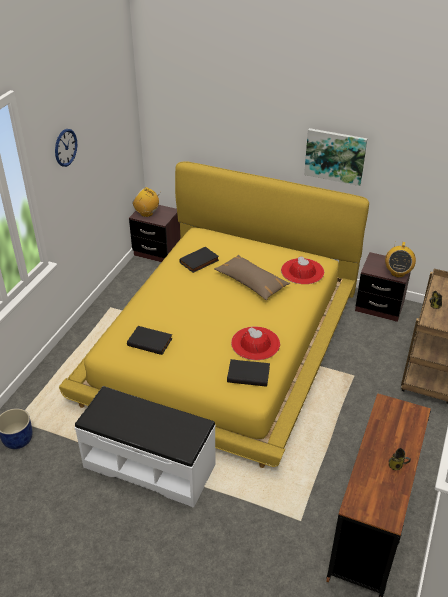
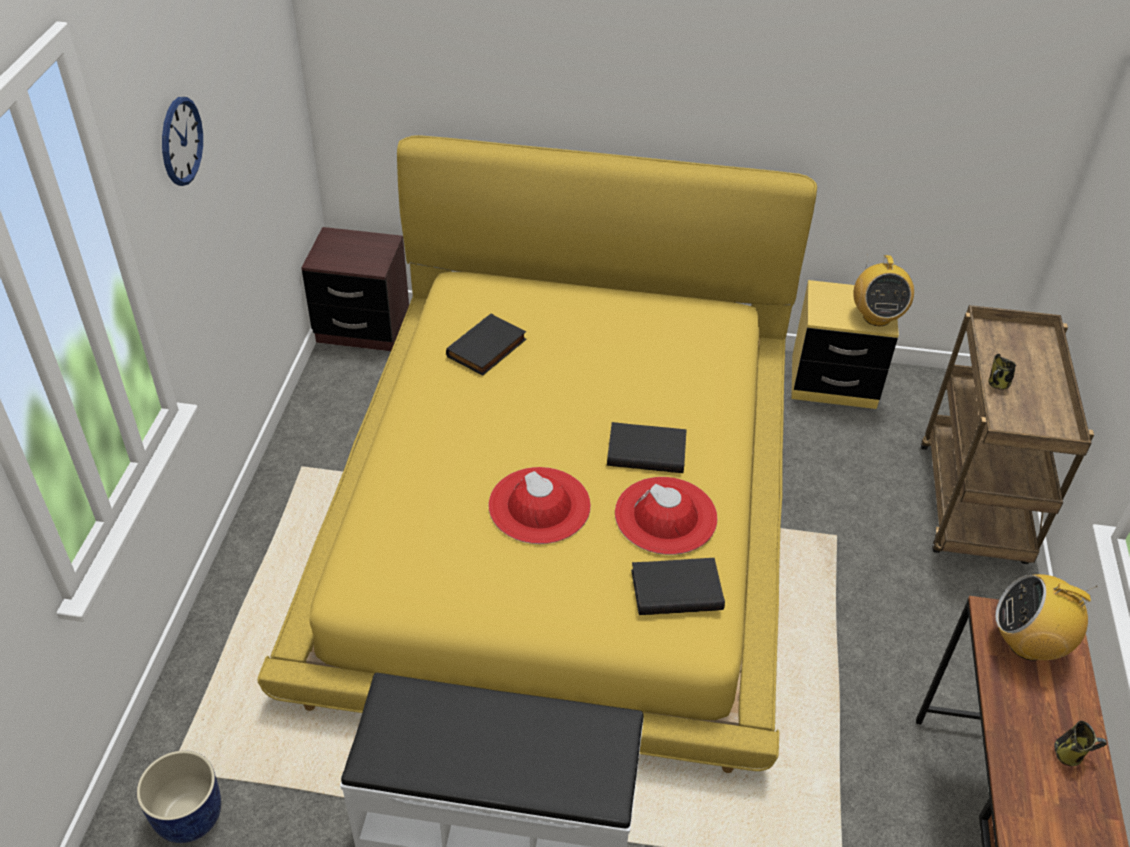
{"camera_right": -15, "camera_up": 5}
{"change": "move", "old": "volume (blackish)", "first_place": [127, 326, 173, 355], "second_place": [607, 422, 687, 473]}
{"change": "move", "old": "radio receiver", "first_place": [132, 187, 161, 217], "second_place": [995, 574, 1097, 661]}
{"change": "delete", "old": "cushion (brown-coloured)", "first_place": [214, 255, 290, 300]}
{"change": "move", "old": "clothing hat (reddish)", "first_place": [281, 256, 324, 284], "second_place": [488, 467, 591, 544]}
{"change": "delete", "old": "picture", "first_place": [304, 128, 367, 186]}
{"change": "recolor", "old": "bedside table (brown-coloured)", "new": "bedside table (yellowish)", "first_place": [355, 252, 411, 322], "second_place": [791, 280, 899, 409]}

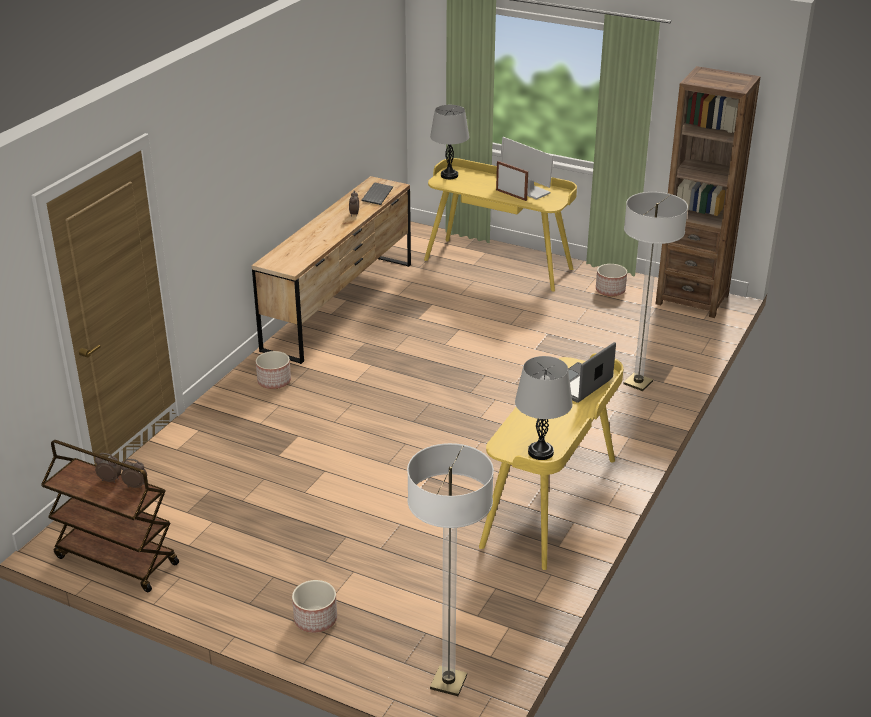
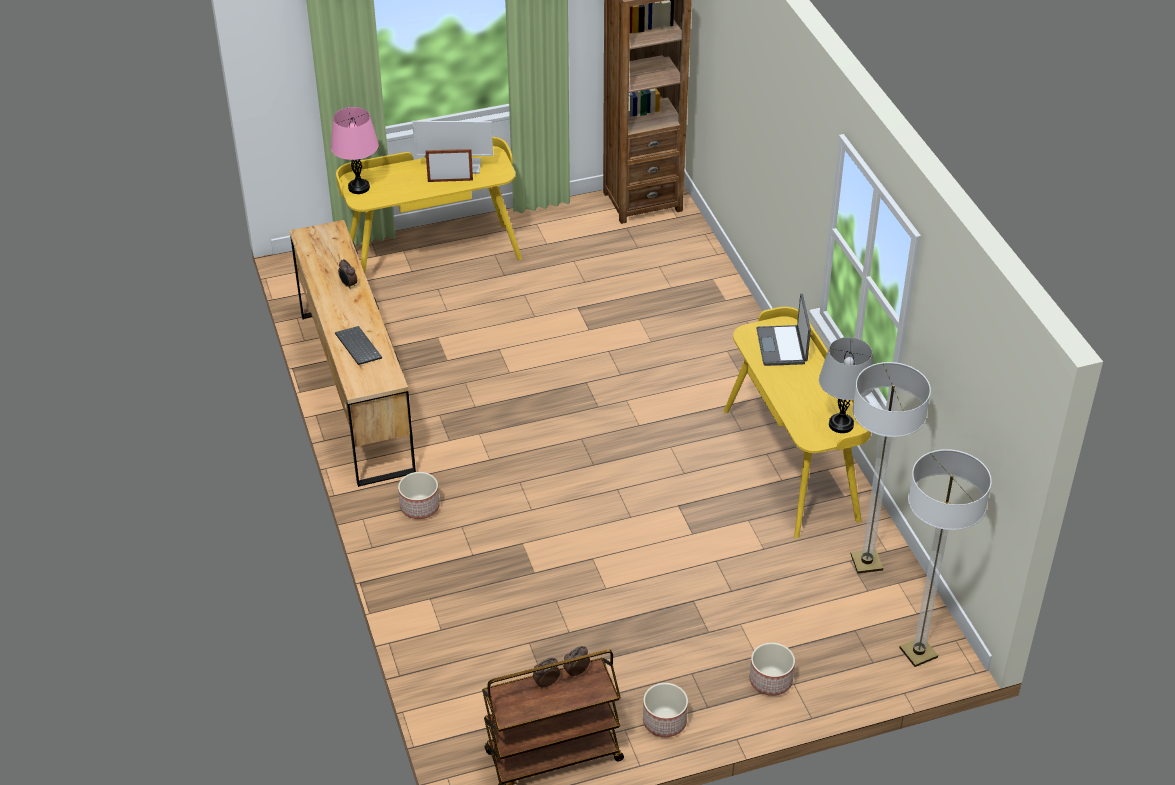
{"camera_right": -45, "camera_up": 10}
{"change": "move", "old": "keyboard", "first_place": [362, 182, 393, 205], "second_place": [335, 326, 382, 365]}
{"change": "recolor", "old": "table lamp (grey)", "new": "table lamp (pink-coloured)", "first_place": [430, 105, 469, 179], "second_place": [331, 107, 379, 194]}
{"change": "move", "old": "flower pot", "first_place": [596, 264, 627, 297], "second_place": [643, 683, 688, 737]}
{"change": "move", "old": "floor lamp", "first_place": [624, 192, 688, 391], "second_place": [851, 362, 931, 574]}

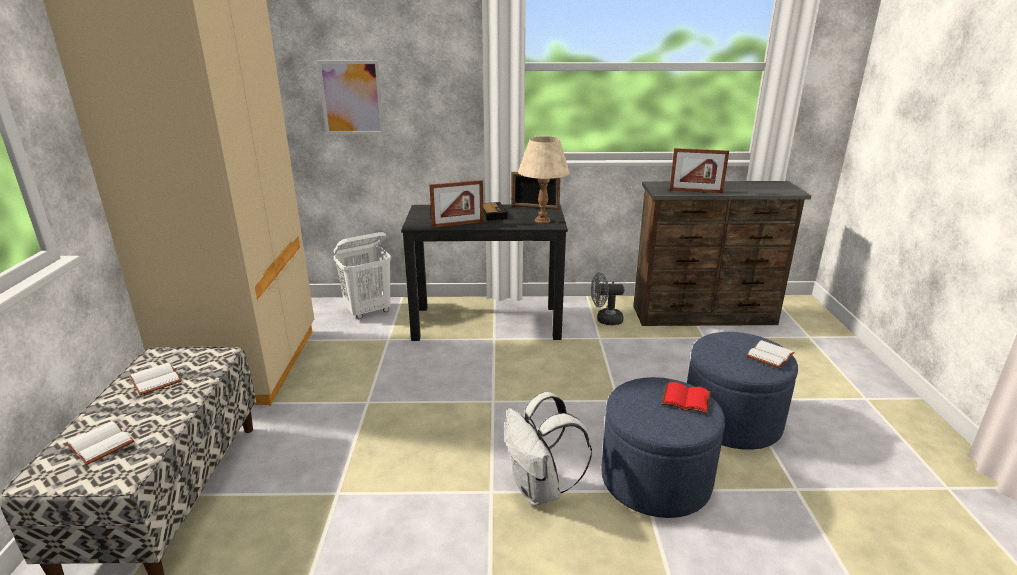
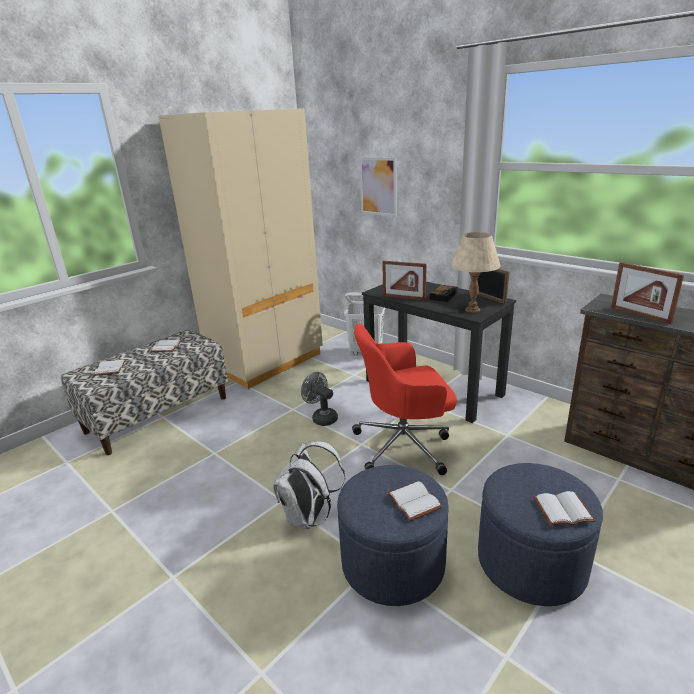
{"camera_right": 45, "camera_up": 0}
{"change": "move", "old": "cooling fan (grey)", "first_place": [591, 272, 624, 325], "second_place": [301, 372, 338, 426]}
{"change": "recolor", "old": "volume (reddish)", "new": "volume (white)", "first_place": [662, 382, 710, 414], "second_place": [387, 481, 443, 521]}
{"change": "insert", "new": "office chair (reddish)", "second_place": [352, 324, 457, 475]}

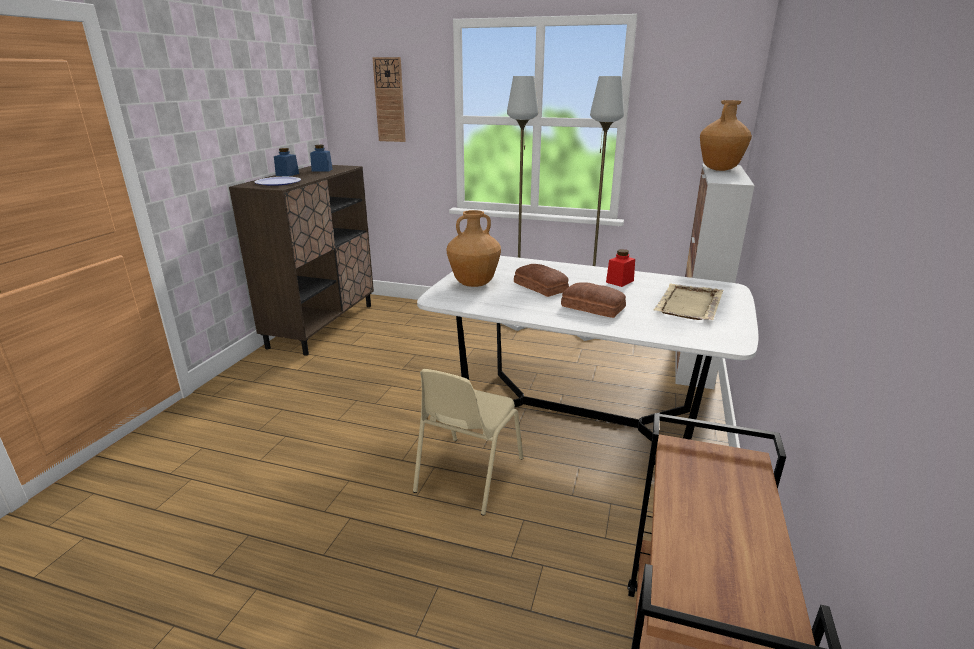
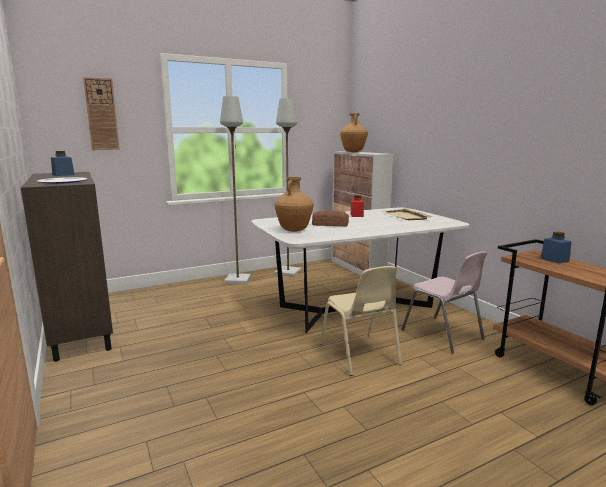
{"camera_right": -45, "camera_up": -10}
{"change": "move", "old": "jar (bluish)", "first_place": [274, 148, 299, 177], "second_place": [541, 232, 572, 264]}
{"change": "delete", "old": "bakery bread", "first_place": [561, 283, 626, 318]}
{"change": "insert", "new": "chair (pink-coloured)", "second_place": [401, 251, 488, 354]}

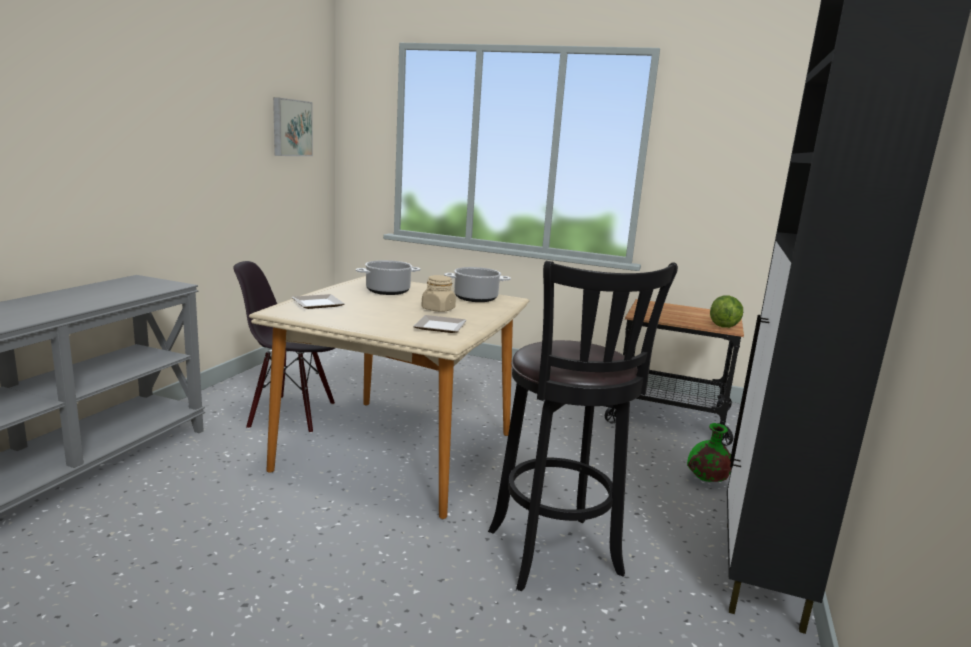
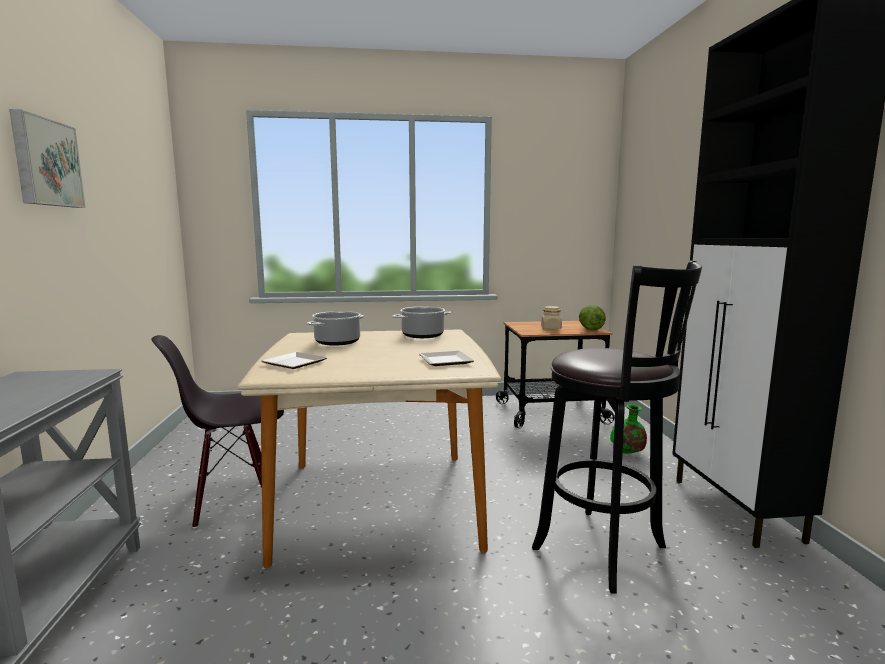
{"camera_right": -25, "camera_up": -5}
{"change": "move", "old": "picture", "first_place": [273, 97, 313, 156], "second_place": [9, 109, 86, 208]}
{"change": "move", "old": "jar (beige)", "first_place": [421, 275, 456, 312], "second_place": [541, 306, 562, 330]}

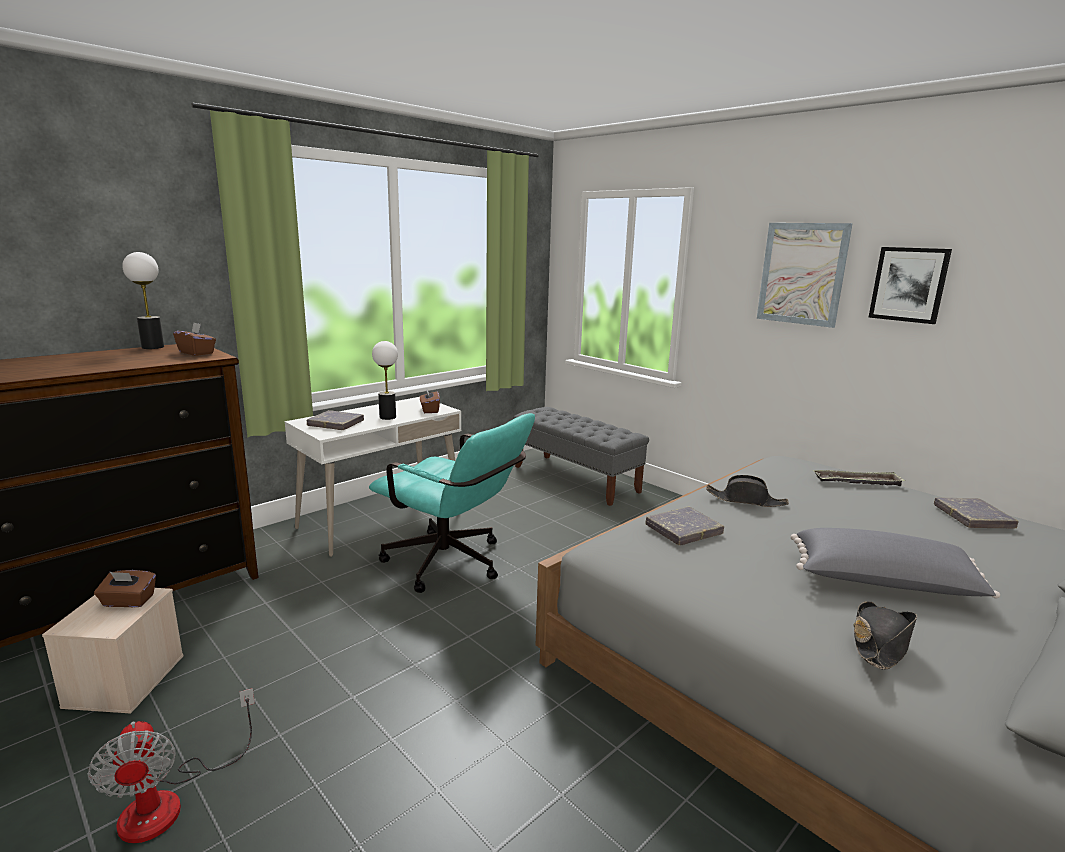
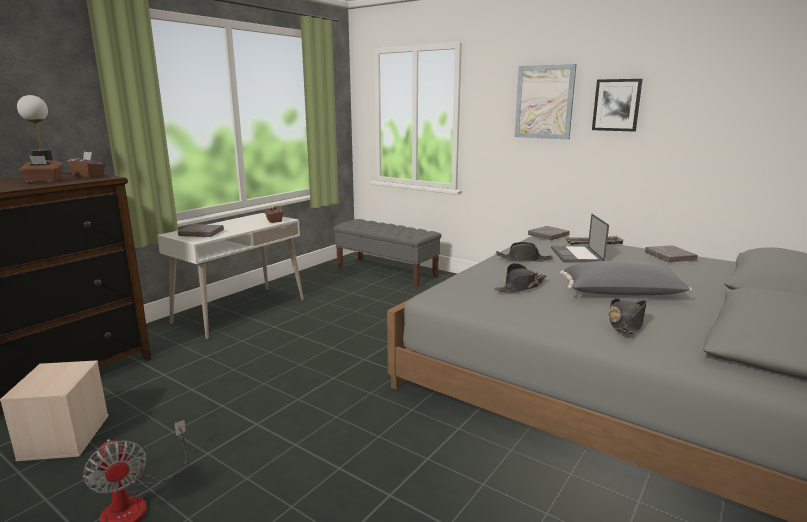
{"camera_right": -10, "camera_up": 0}
{"change": "move", "old": "tissue box (brown-coloured)", "first_place": [94, 570, 156, 607], "second_place": [18, 156, 63, 183]}
{"change": "delete", "old": "office chair (turquoise-coloured)", "first_place": [369, 413, 535, 593]}
{"change": "delete", "old": "table lamp", "first_place": [372, 341, 398, 420]}
{"change": "move", "old": "volume (grey)", "first_place": [645, 506, 724, 545], "second_place": [528, 226, 570, 240]}
{"change": "insert", "new": "clothing hat (blackish)", "second_place": [494, 263, 547, 293]}
{"change": "insert", "new": "notebook computer", "second_place": [551, 214, 609, 263]}

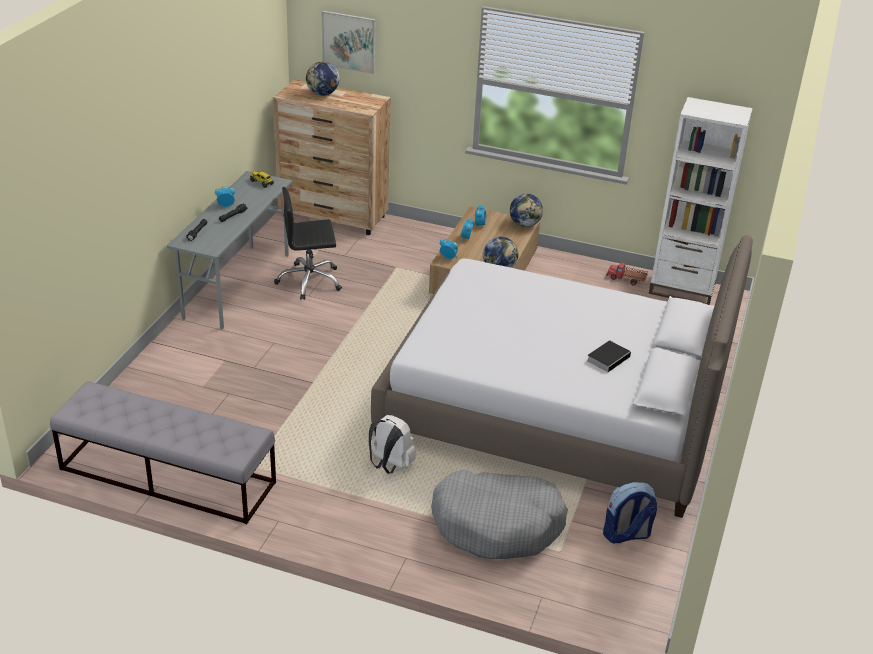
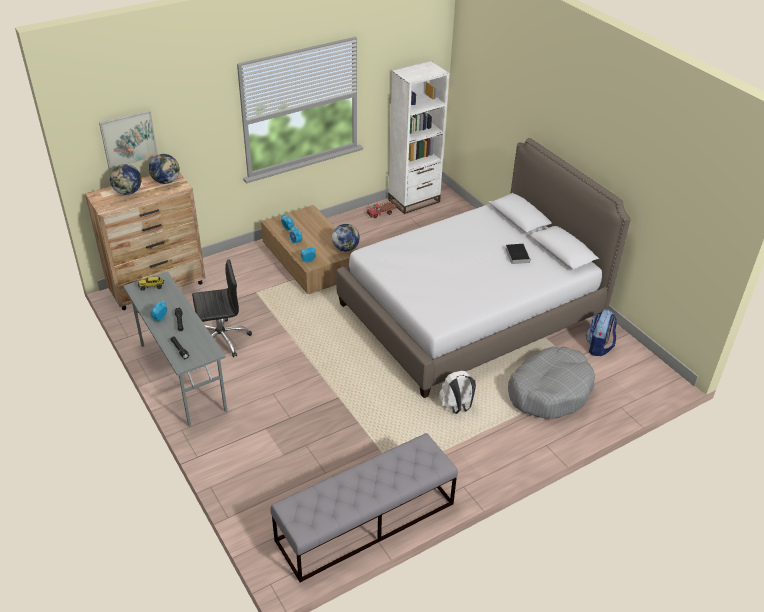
{"camera_right": -50, "camera_up": 5}
{"change": "rotate", "old": "office chair (blackish)", "first_place": [274, 187, 342, 300], "second_place": [192, 259, 252, 357], "degrees": -135}
{"change": "move", "old": "globe", "first_place": [510, 194, 543, 227], "second_place": [149, 154, 180, 184]}

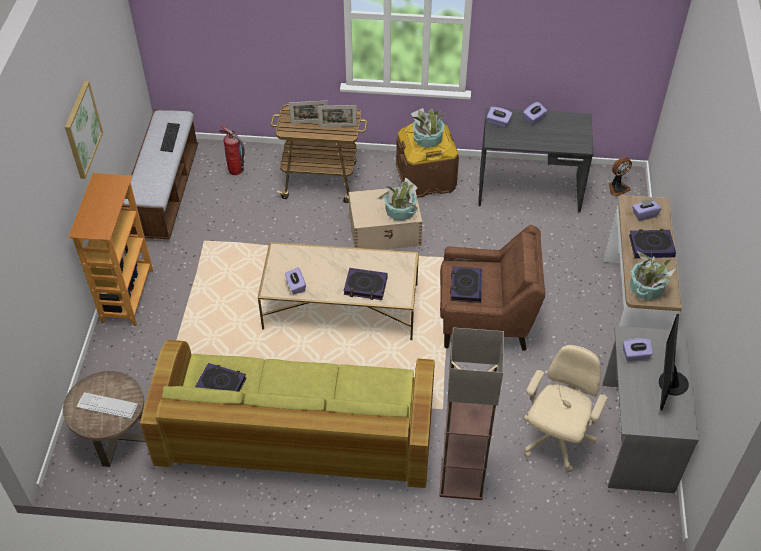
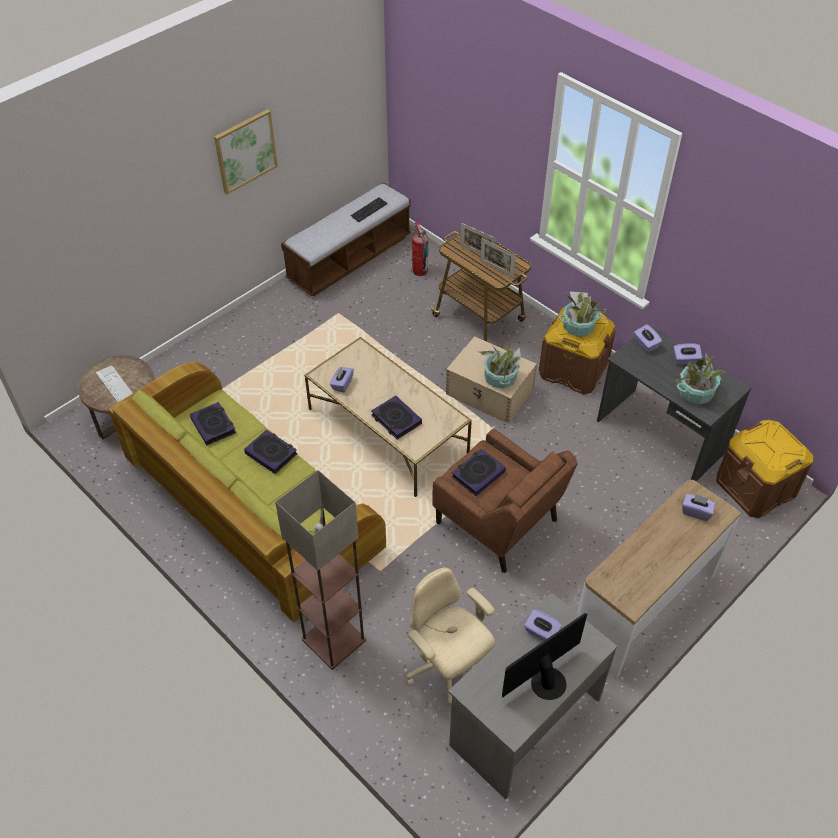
{"camera_right": 40, "camera_up": 0}
{"change": "delete", "old": "shelving unit", "first_place": [68, 173, 153, 326]}
{"change": "rotate", "old": "office chair (beige)", "first_place": [524, 345, 608, 472], "second_place": [406, 567, 495, 708], "degrees": -105}
{"change": "replace", "old": "cooling fan", "new": "storage bin (brown-coloured)", "first_place": [609, 157, 632, 197], "second_place": [716, 420, 813, 518]}
{"change": "move", "old": "volume", "first_place": [629, 229, 676, 258], "second_place": [244, 430, 298, 474]}
{"change": "move", "old": "houseplant", "first_place": [630, 251, 675, 300], "second_place": [676, 354, 725, 404]}

